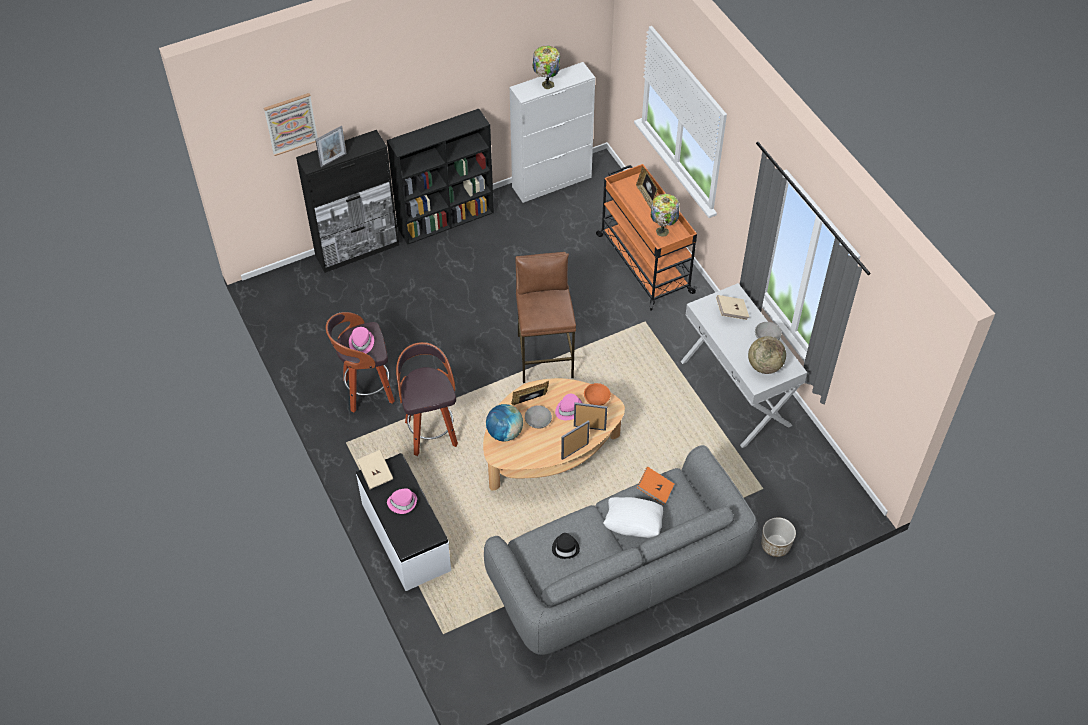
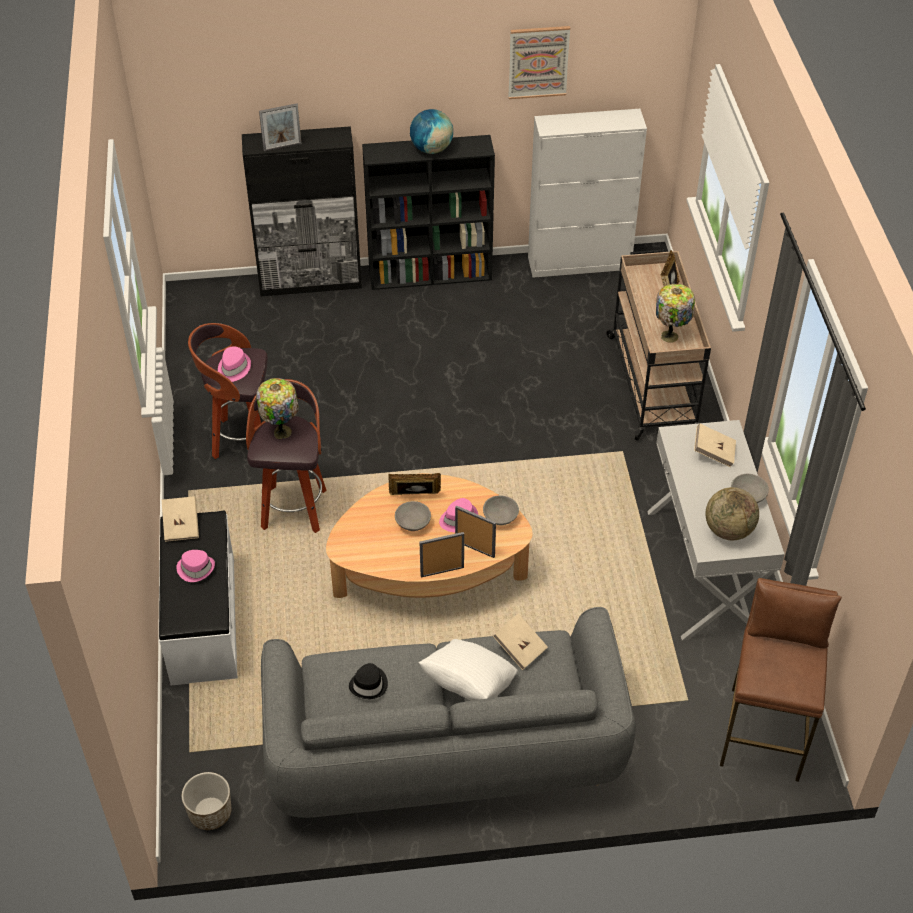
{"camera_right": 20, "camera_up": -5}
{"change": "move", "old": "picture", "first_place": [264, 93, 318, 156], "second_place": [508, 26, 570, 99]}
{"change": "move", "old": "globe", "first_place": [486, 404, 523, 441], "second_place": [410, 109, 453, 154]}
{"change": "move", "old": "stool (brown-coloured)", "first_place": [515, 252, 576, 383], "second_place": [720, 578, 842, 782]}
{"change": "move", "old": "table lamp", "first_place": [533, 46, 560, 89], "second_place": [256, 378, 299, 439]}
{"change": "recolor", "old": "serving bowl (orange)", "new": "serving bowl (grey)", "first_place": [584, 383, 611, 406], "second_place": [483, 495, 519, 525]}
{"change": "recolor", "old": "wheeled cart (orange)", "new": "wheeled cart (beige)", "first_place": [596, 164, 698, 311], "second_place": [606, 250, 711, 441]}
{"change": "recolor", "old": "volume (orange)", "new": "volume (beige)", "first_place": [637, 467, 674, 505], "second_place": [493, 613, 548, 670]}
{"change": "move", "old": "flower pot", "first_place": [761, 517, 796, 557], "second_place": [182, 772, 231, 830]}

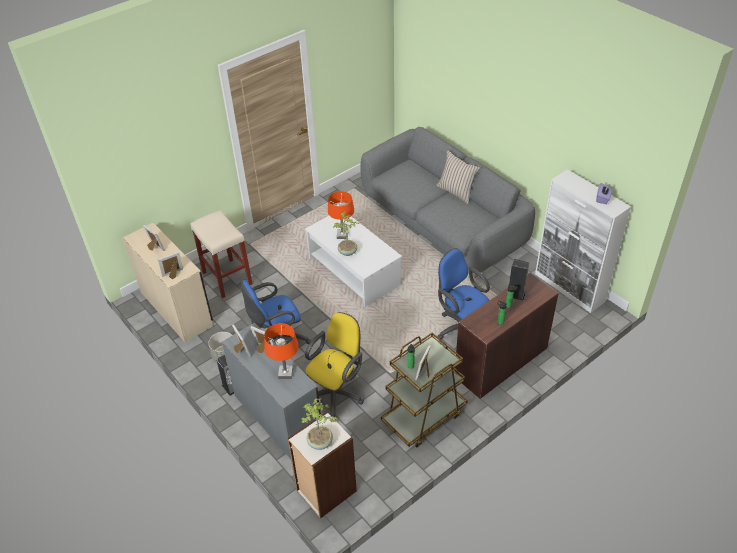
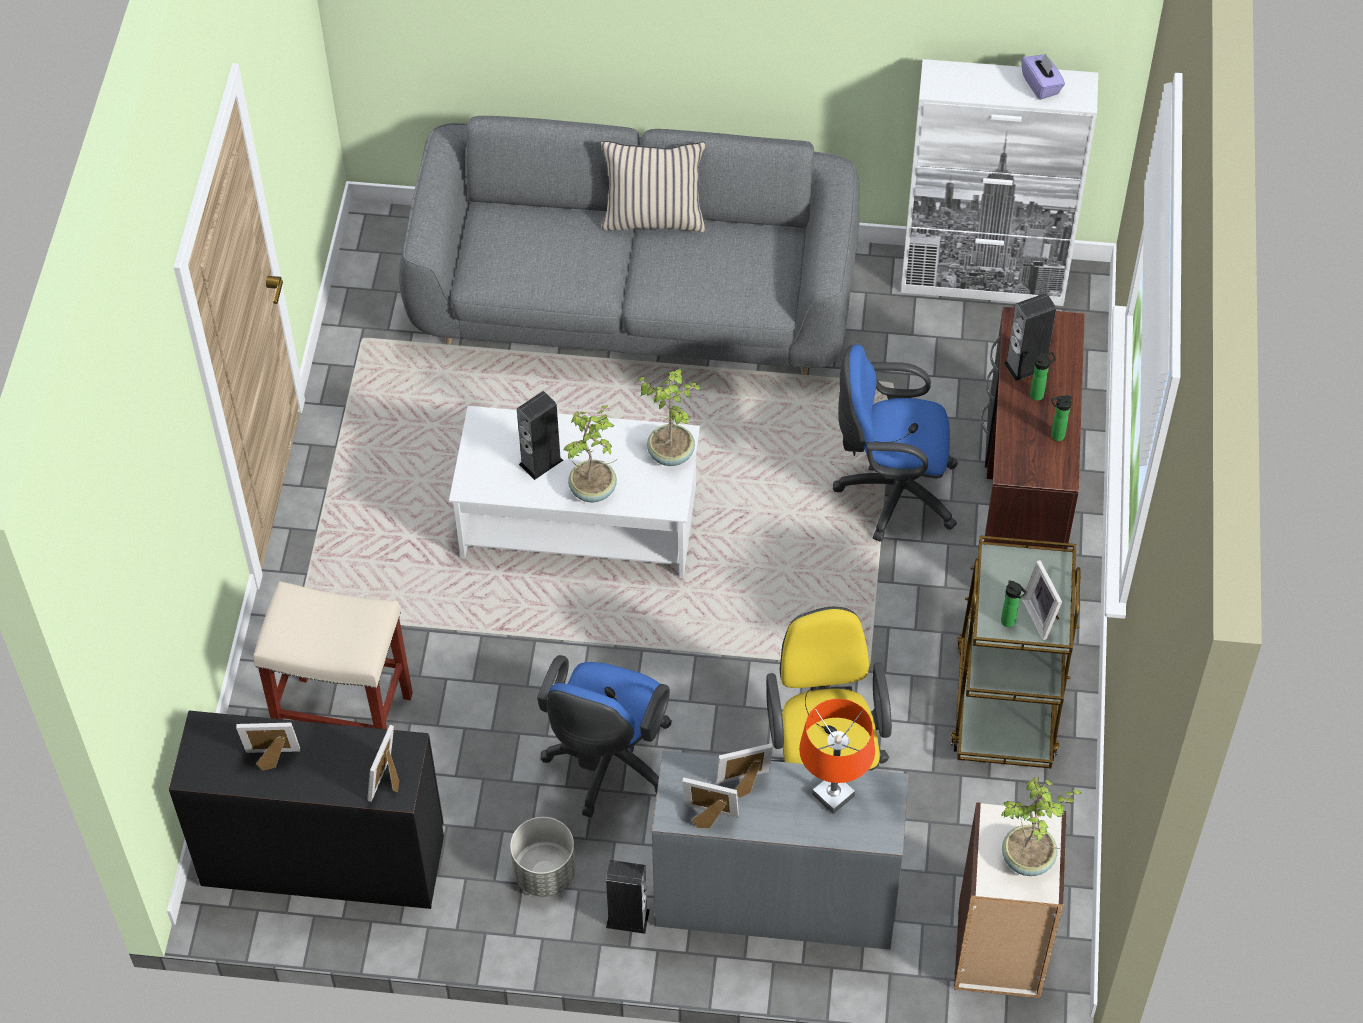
{"camera_right": -45, "camera_up": 10}
{"change": "recolor", "old": "desk unit (beige)", "new": "desk unit (blackish)", "first_place": [123, 223, 213, 342], "second_place": [169, 711, 444, 909]}
{"change": "replace", "old": "table lamp (orange)", "new": "loudspeaker", "first_place": [328, 191, 354, 239], "second_place": [517, 391, 563, 480]}
{"change": "insert", "new": "houseplant", "second_place": [638, 368, 702, 466]}

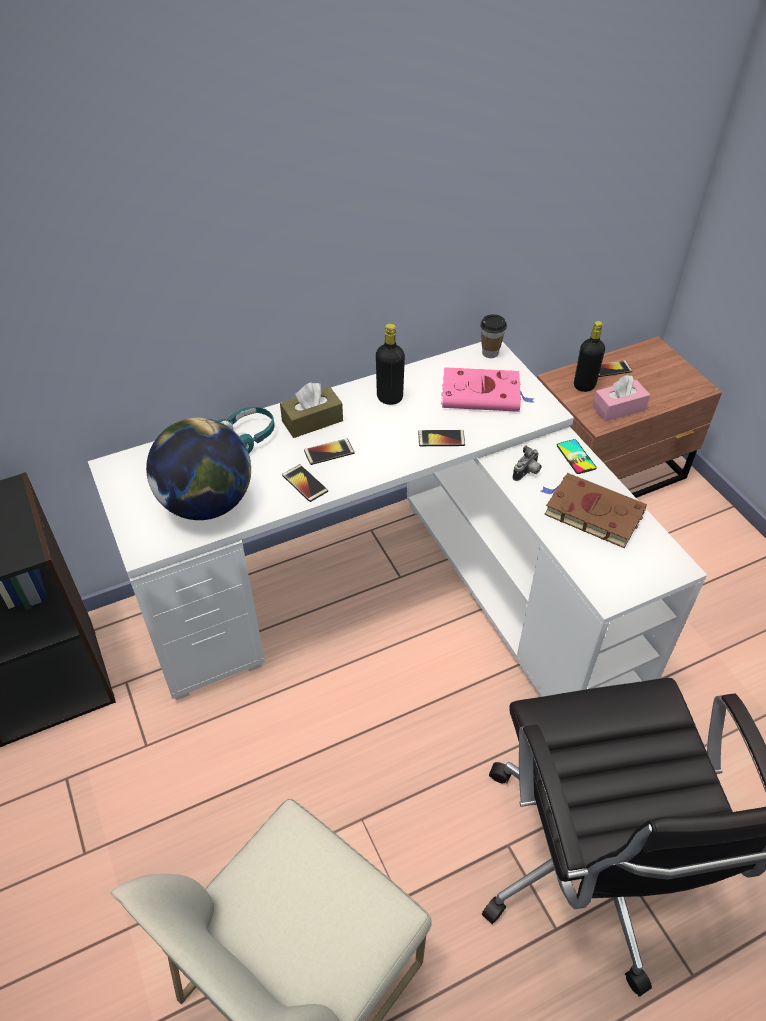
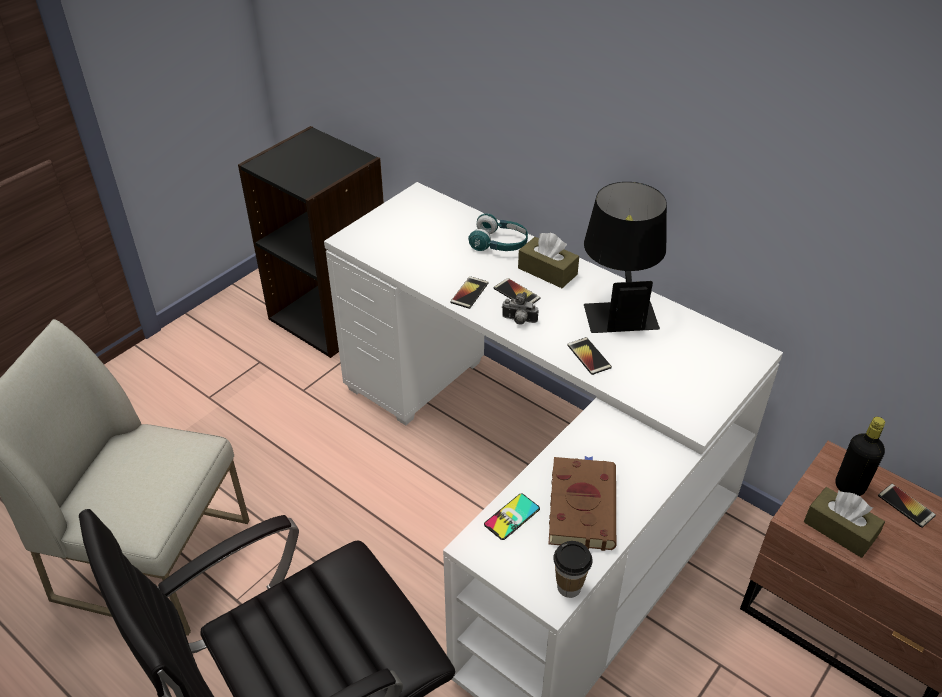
{"camera_right": 65, "camera_up": -5}
{"change": "delete", "old": "globe", "first_place": [146, 418, 251, 520]}
{"change": "replace", "old": "beverage bottle (blackish)", "new": "table lamp (blackish)", "first_place": [376, 323, 405, 405], "second_place": [584, 182, 667, 333]}
{"change": "delete", "old": "volume (pink-coloured)", "first_place": [441, 367, 535, 412]}
{"change": "move", "old": "small cup", "first_place": [480, 314, 507, 358], "second_place": [553, 541, 592, 598]}
{"change": "move", "old": "still camera", "first_place": [513, 445, 542, 481], "second_place": [502, 292, 538, 325]}
{"change": "move", "old": "phone", "first_place": [557, 439, 597, 474], "second_place": [484, 494, 540, 540]}
{"change": "recolor", "old": "tissue box (pink-coloured)", "new": "tissue box (brown-coloured)", "first_place": [592, 375, 650, 422], "second_place": [804, 487, 885, 558]}

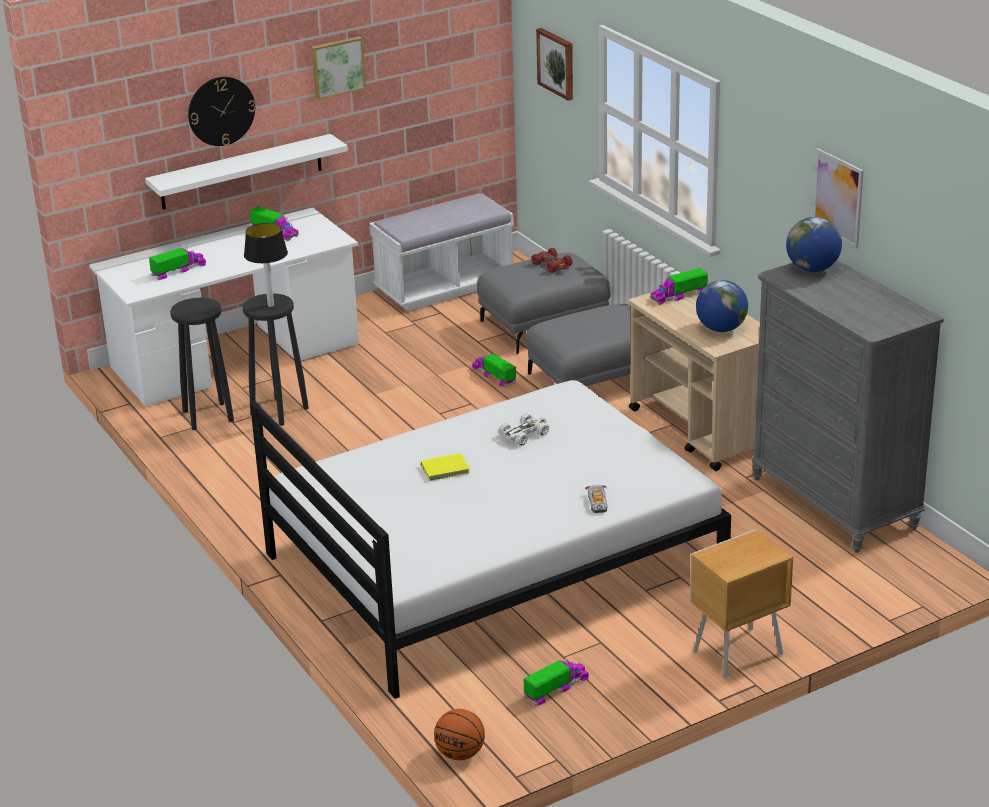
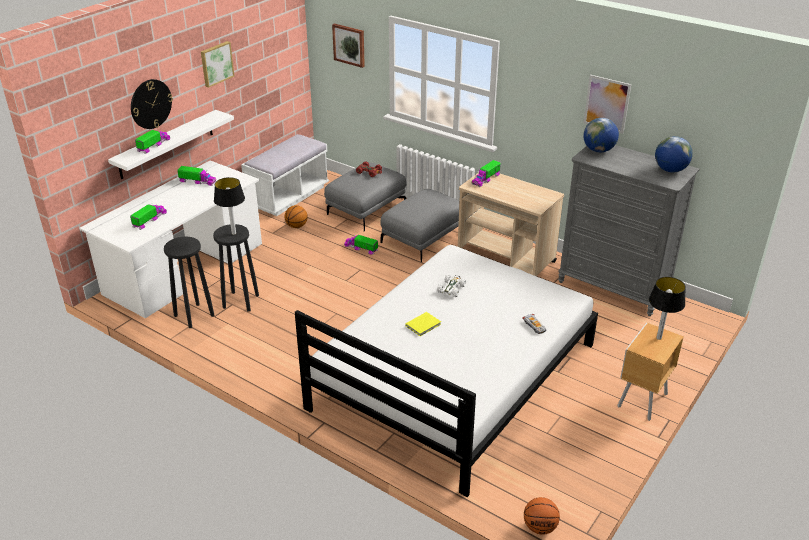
{"camera_right": -25, "camera_up": 5}
{"change": "move", "old": "toy lorry", "first_place": [524, 659, 589, 706], "second_place": [135, 129, 170, 154]}
{"change": "move", "old": "globe", "first_place": [696, 280, 748, 332], "second_place": [655, 136, 693, 173]}
{"change": "insert", "new": "ball for basketball", "second_place": [285, 205, 308, 228]}
{"change": "insert", "new": "table lamp", "second_place": [649, 277, 686, 340]}

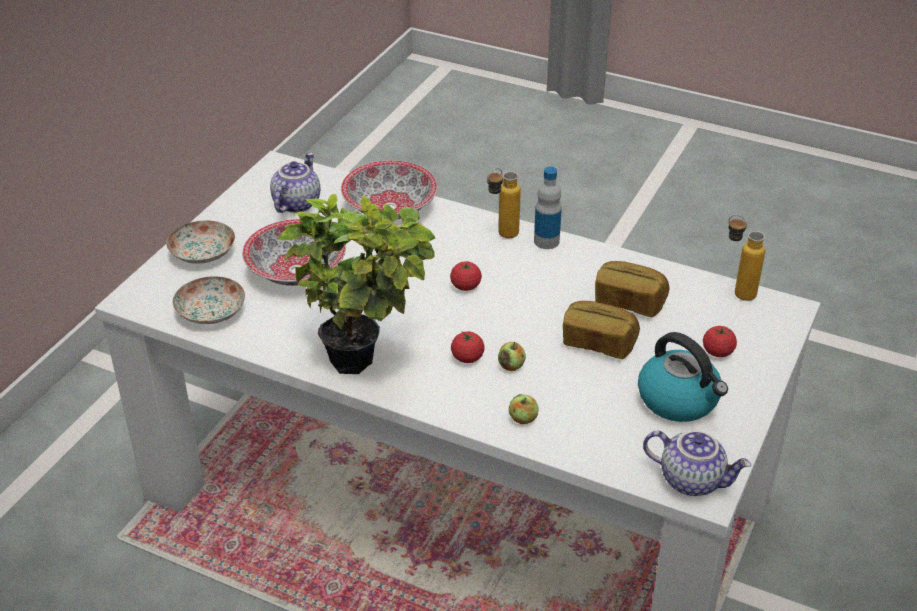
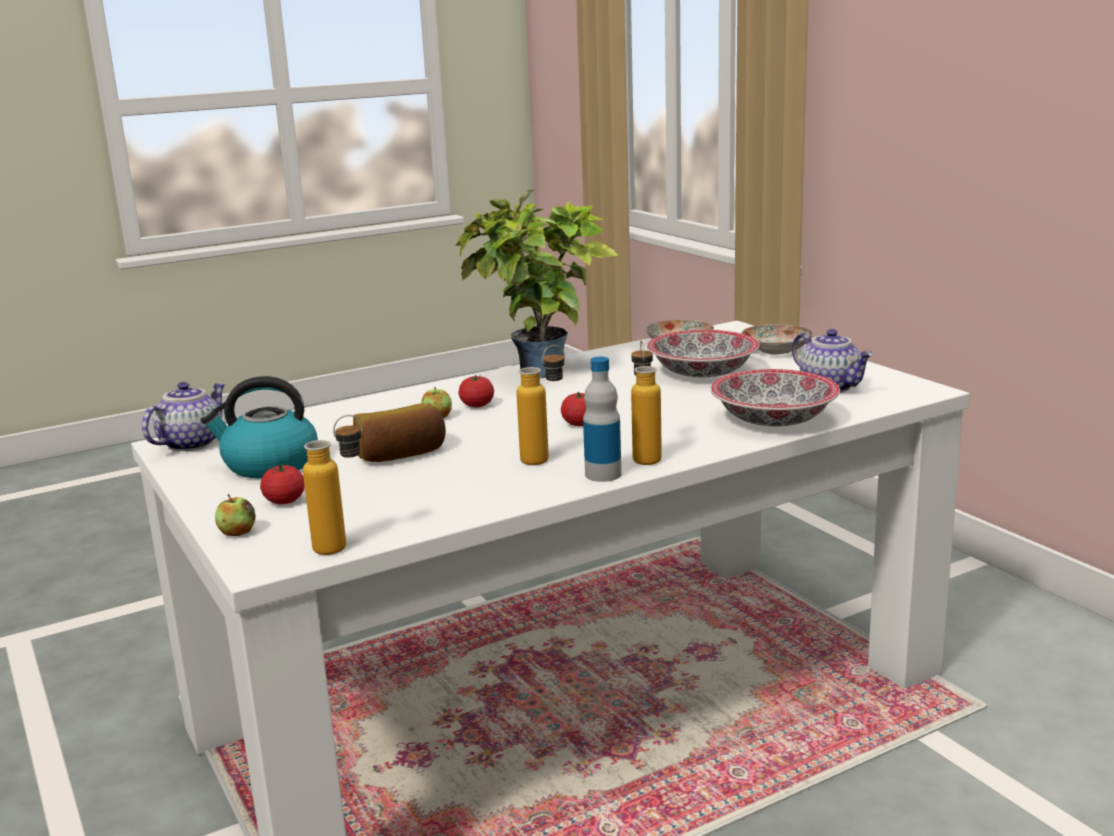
{"camera_right": 125, "camera_up": -20}
{"change": "move", "old": "whole apple", "first_place": [509, 394, 538, 424], "second_place": [215, 494, 256, 536]}
{"change": "delete", "old": "bakery bread", "first_place": [595, 261, 670, 317]}
{"change": "rotate", "old": "teapot", "first_place": [643, 430, 751, 496], "second_place": [142, 382, 226, 451], "degrees": 150}
{"change": "insert", "new": "beverage bottle", "second_place": [516, 345, 565, 465]}

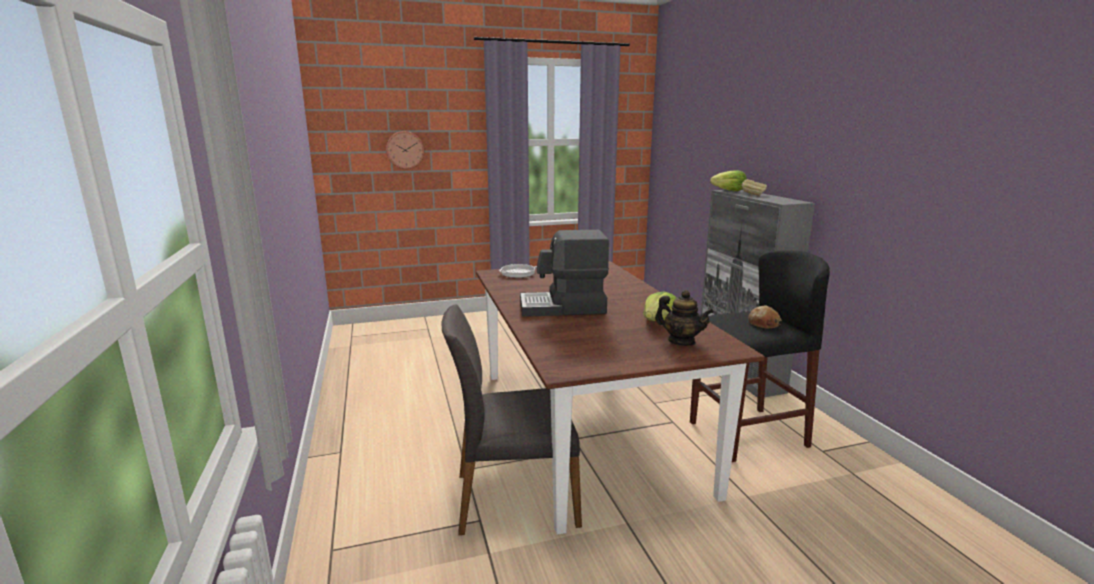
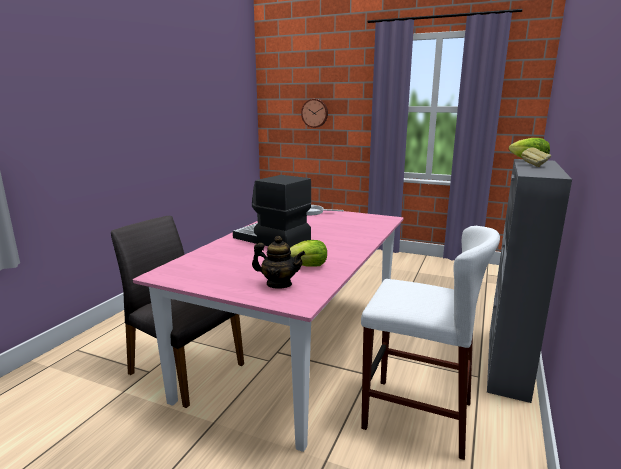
{"camera_right": 40, "camera_up": 0}
{"change": "recolor", "old": "dining table (brown-coloured)", "new": "dining table (pink-coloured)", "first_place": [476, 261, 765, 535], "second_place": [133, 210, 403, 452]}
{"change": "rotate", "old": "teapot", "first_place": [655, 290, 714, 346], "second_place": [252, 236, 305, 289], "degrees": -60}
{"change": "recolor", "old": "stool (blackish)", "new": "stool (white)", "first_place": [690, 250, 830, 462], "second_place": [361, 226, 500, 460]}
{"change": "delete", "old": "bakery bread", "first_place": [748, 305, 782, 329]}

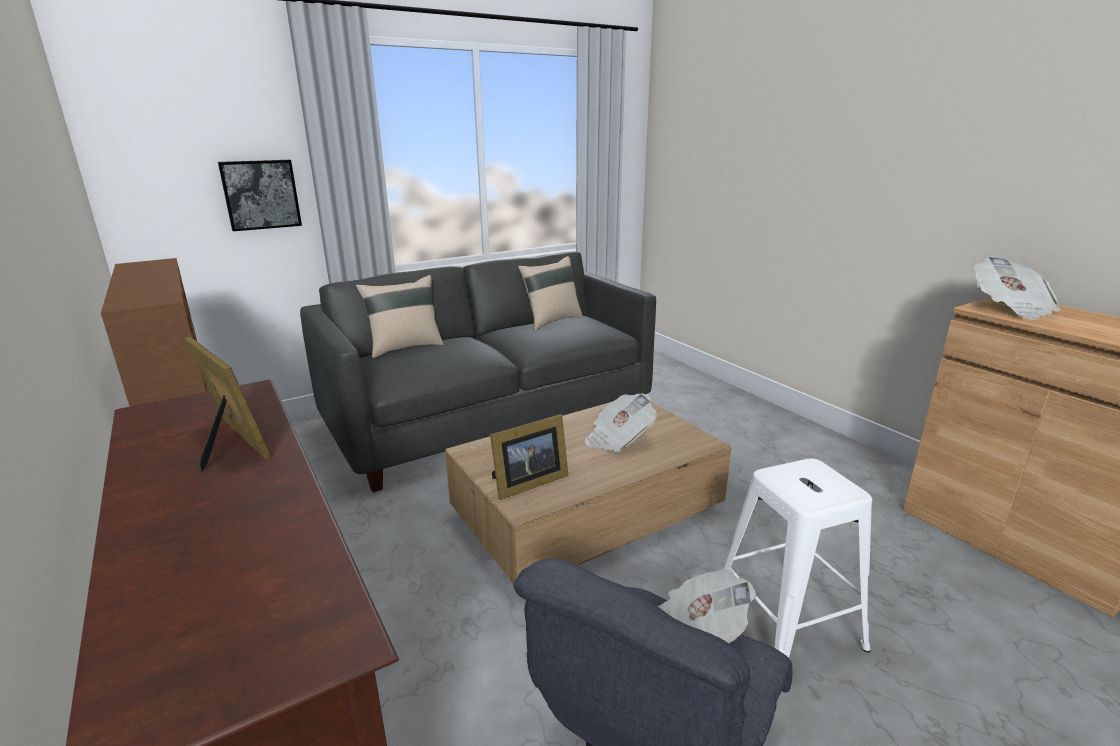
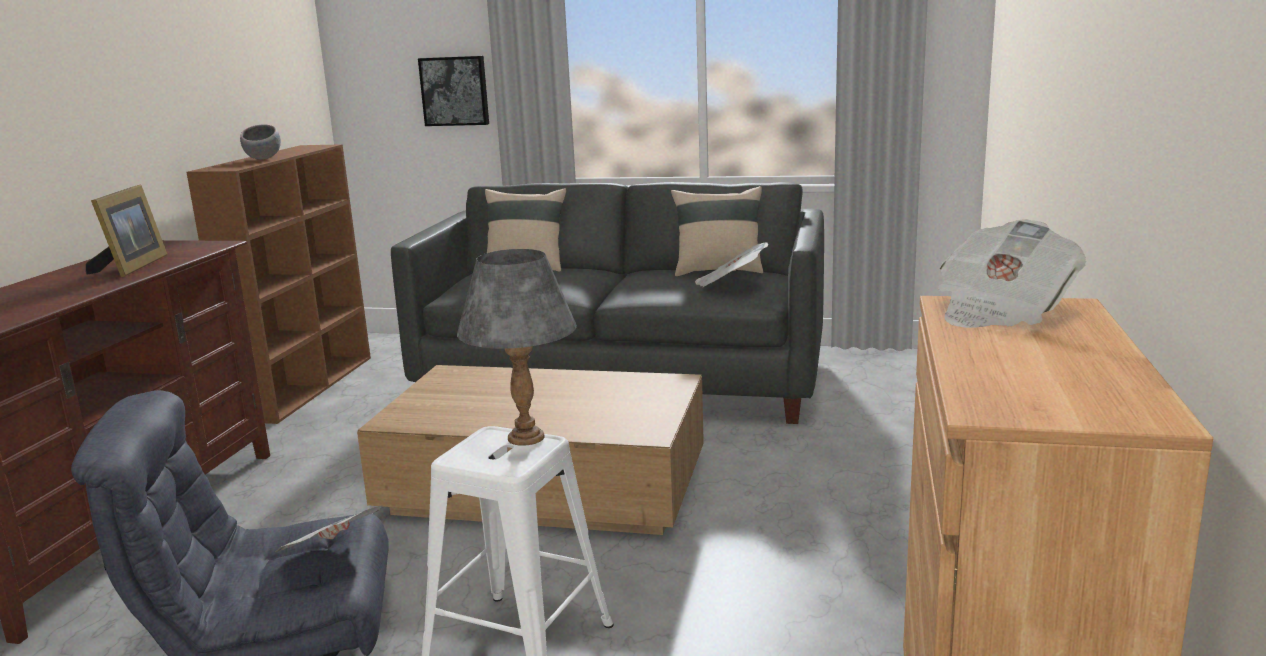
{"camera_right": 45, "camera_up": -5}
{"change": "delete", "old": "photo frame", "first_place": [490, 414, 569, 500]}
{"change": "move", "old": "printed paper", "first_place": [585, 394, 657, 452], "second_place": [695, 242, 768, 287]}
{"change": "insert", "new": "serving bowl (grey)", "second_place": [240, 125, 281, 160]}
{"change": "insert", "new": "table lamp (grey)", "second_place": [457, 249, 577, 446]}

